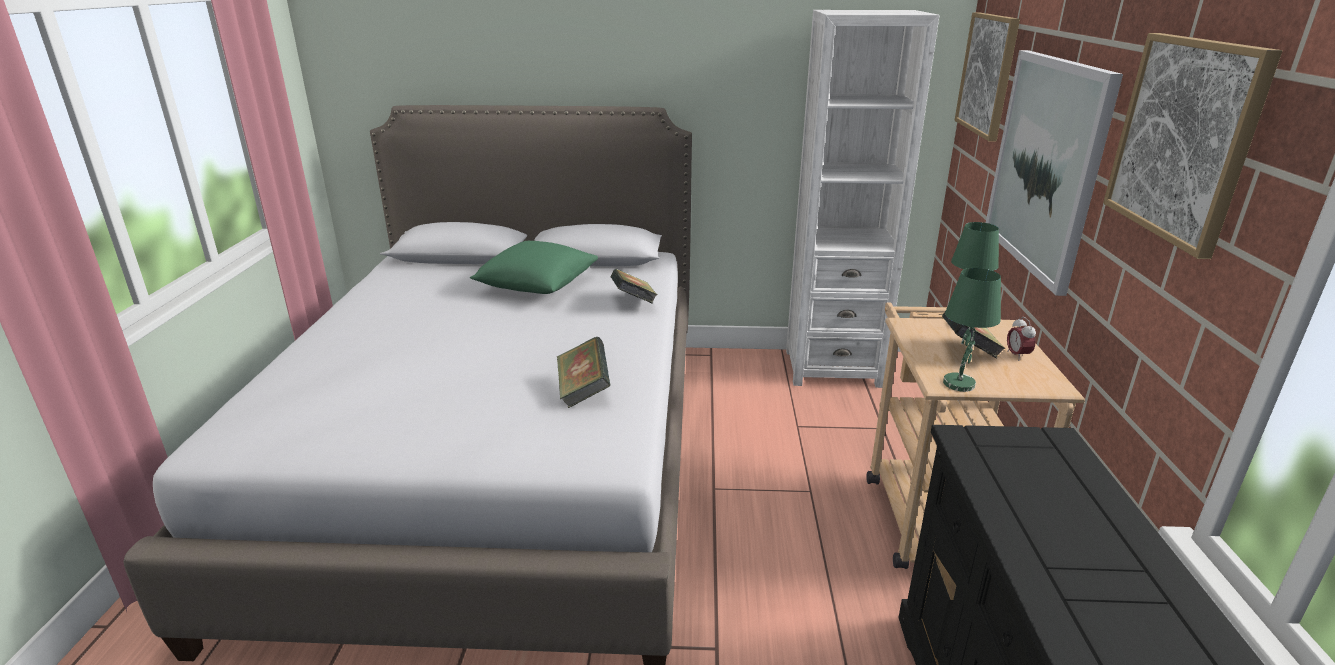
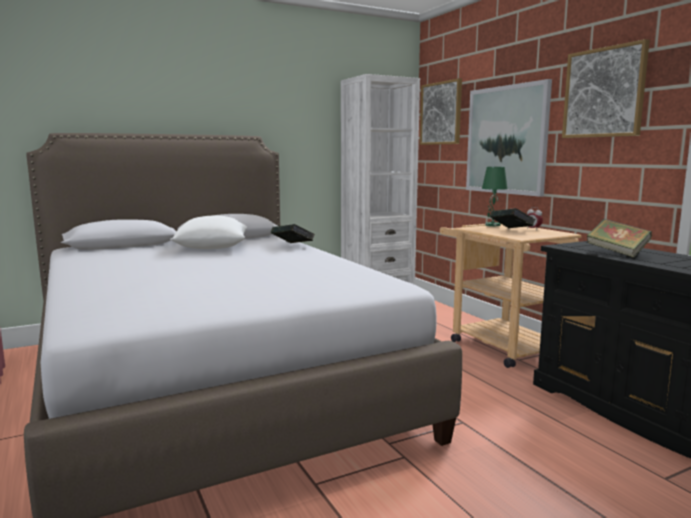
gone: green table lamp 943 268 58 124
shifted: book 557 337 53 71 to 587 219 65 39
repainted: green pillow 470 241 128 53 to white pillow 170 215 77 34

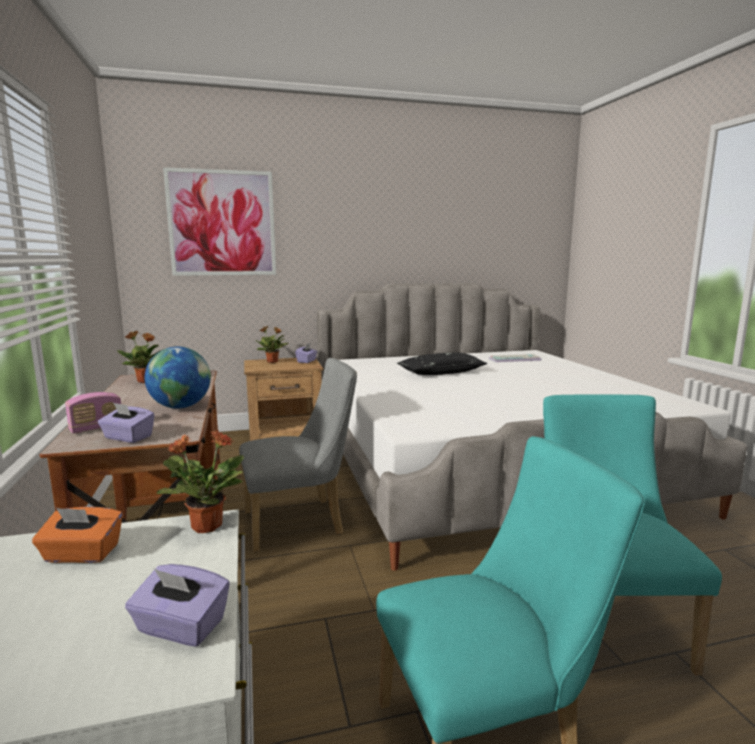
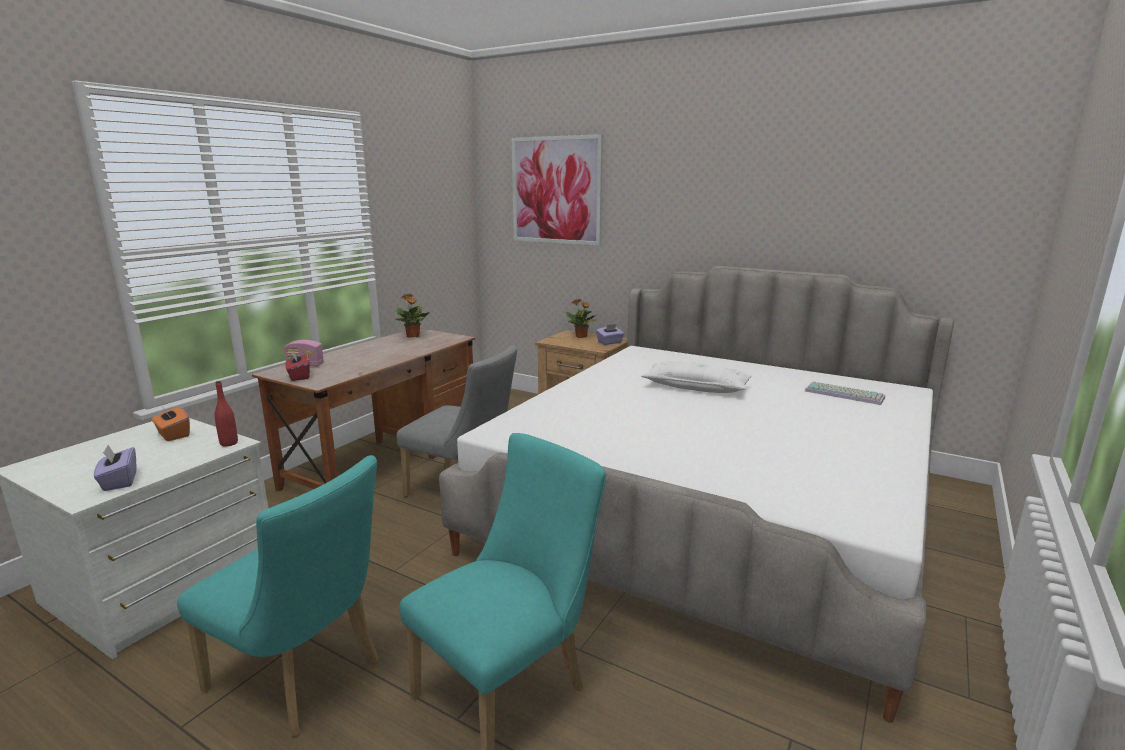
gone: globe 144 346 67 63
swapped: potted plant 156 431 88 102 to red bottle 215 381 23 66
repainted: purple tissue box 98 402 56 41 to red tissue box 285 351 25 30; black pillow 397 353 90 22 to white pillow 641 361 111 32

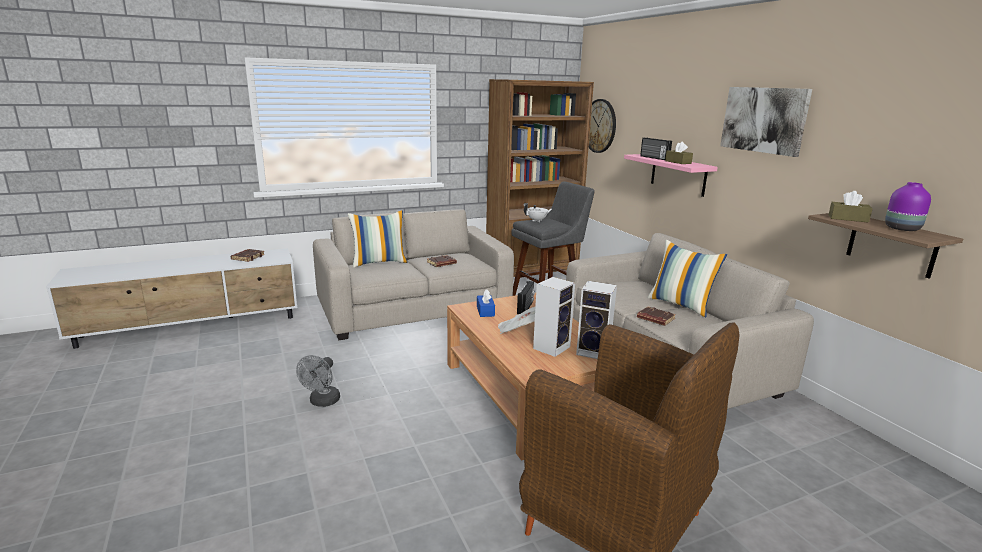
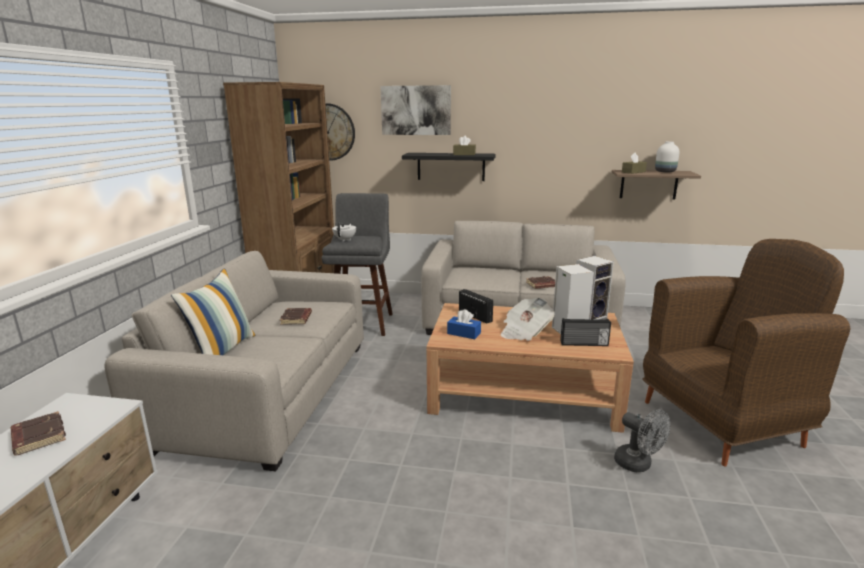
gone: pillow 648 240 79 77
shifted: picture 720 87 92 70 to 380 85 71 50; radio 640 138 32 22 to 560 318 51 28; grey fan 296 355 44 52 to 614 409 56 63
repainted: pink shelf 624 154 94 43 to black shelf 402 153 94 28; purple vase 885 182 46 49 to white vase 655 141 25 31

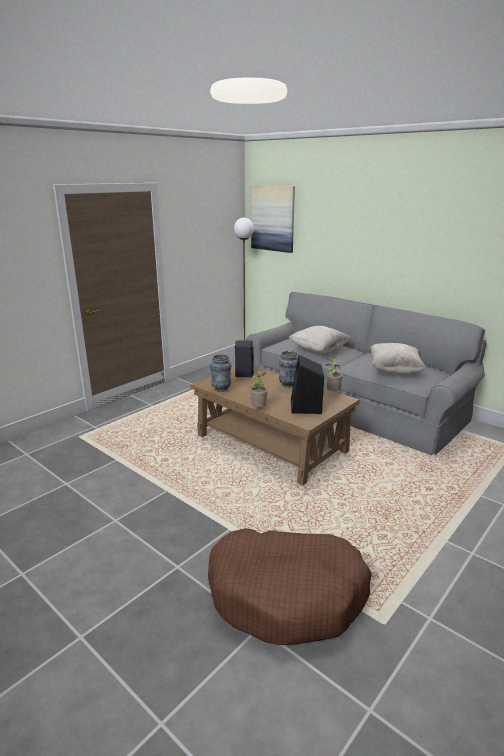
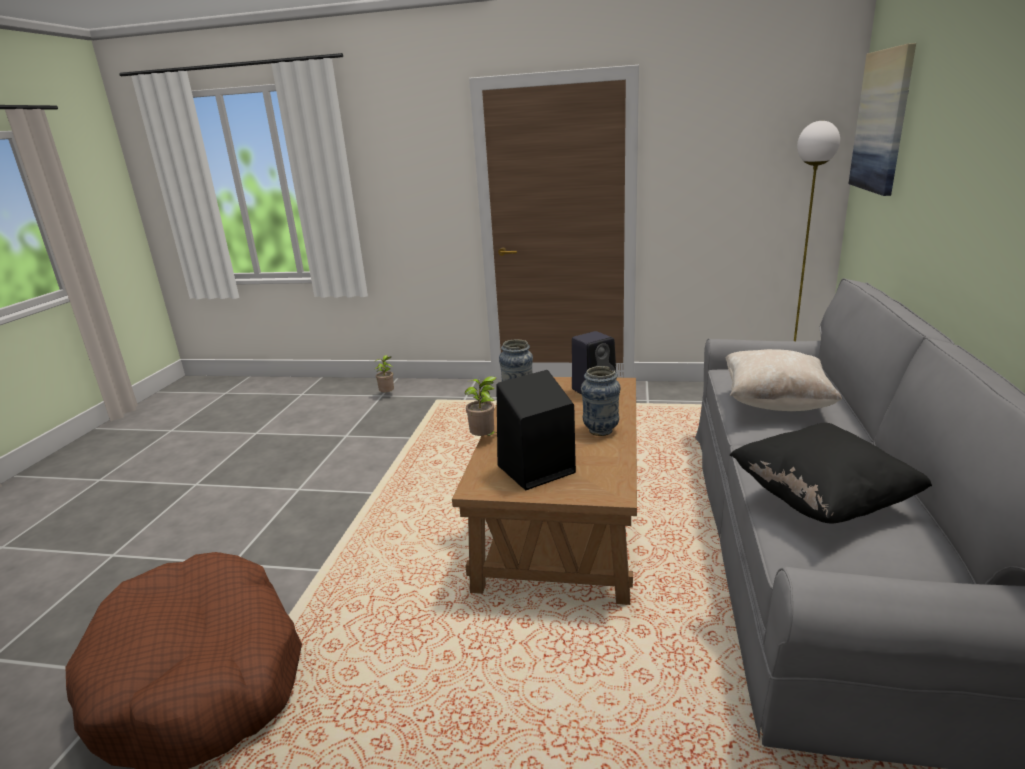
shifted: potted plant 326 358 17 33 to 374 355 20 37
repainted: beige pillow 370 343 56 31 to black pillow 730 423 202 100

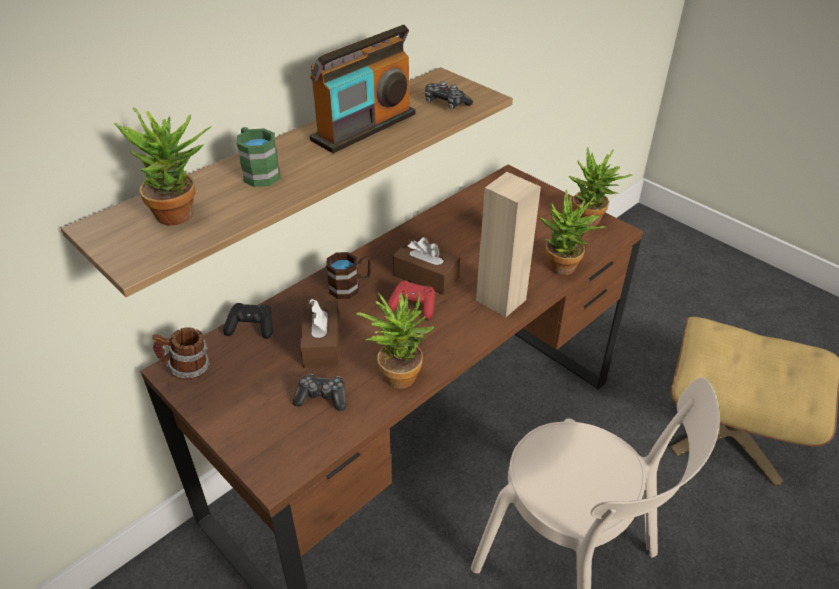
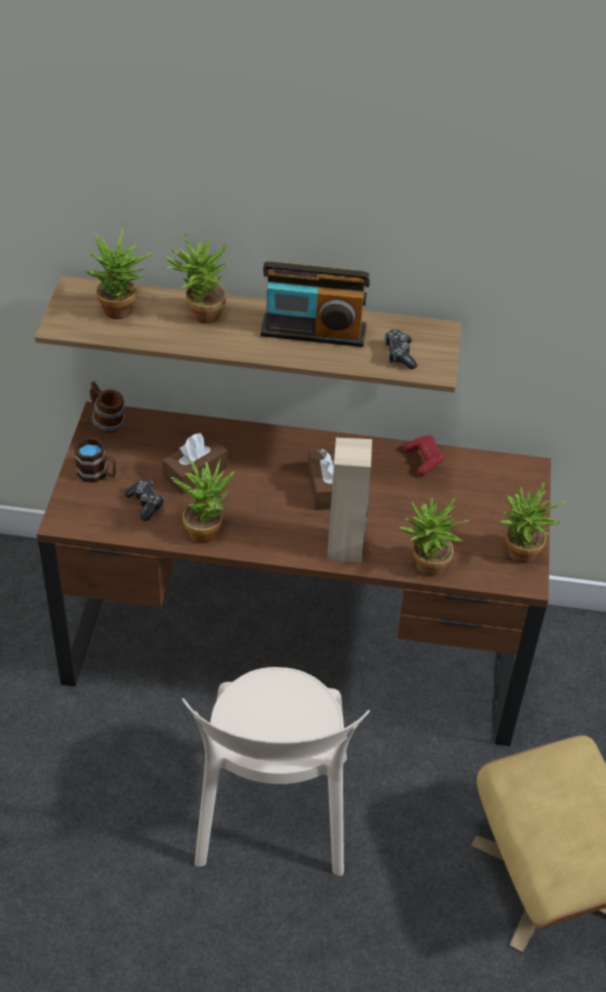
gone: black game controller 223 303 50 36
shifted: brown mug 326 252 45 47 to 74 437 42 46; red game controller 387 281 48 39 to 404 435 40 41
swapped: green mug 236 127 44 60 to potted plant 165 234 63 90

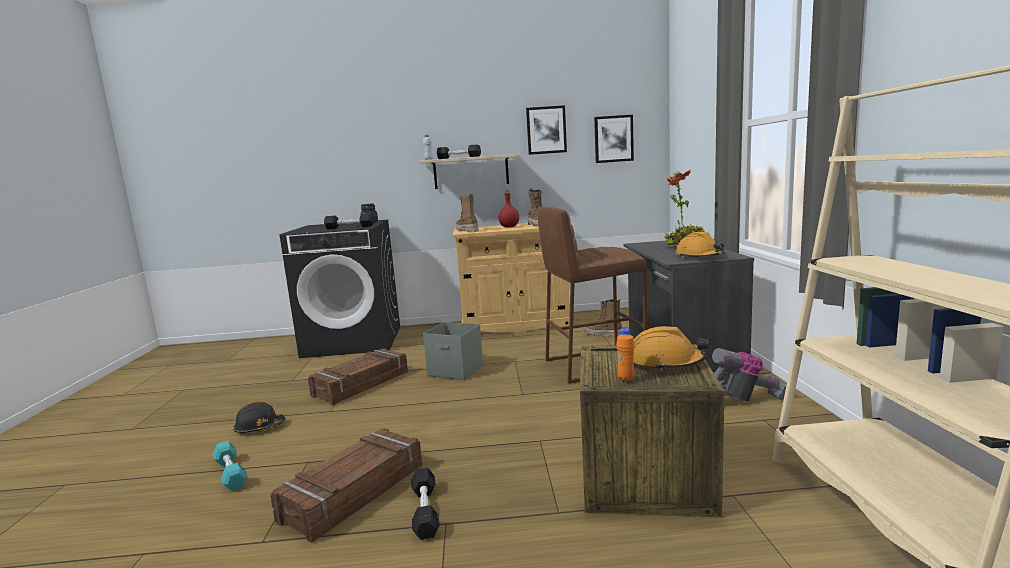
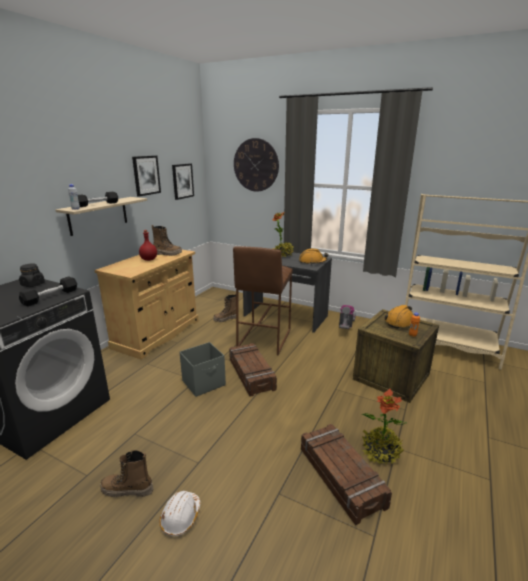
gone: turquoise dumbbell 213 441 35 50
new: wall clock 234 138 45 54
shifted: boot 456 194 23 38 to 100 450 53 47; crate 308 348 100 57 to 229 343 48 54
swapped: black dumbbell 411 467 29 73 to potted plant 362 389 45 75
repainted: black hard hat 233 402 52 31 to white hard hat 160 491 41 45

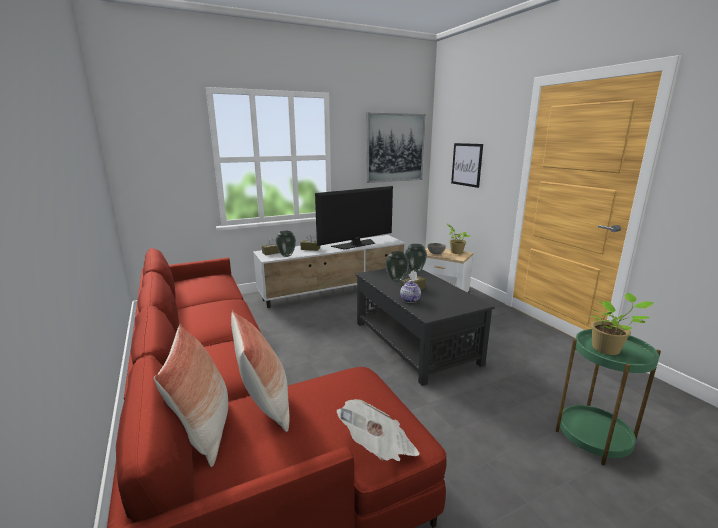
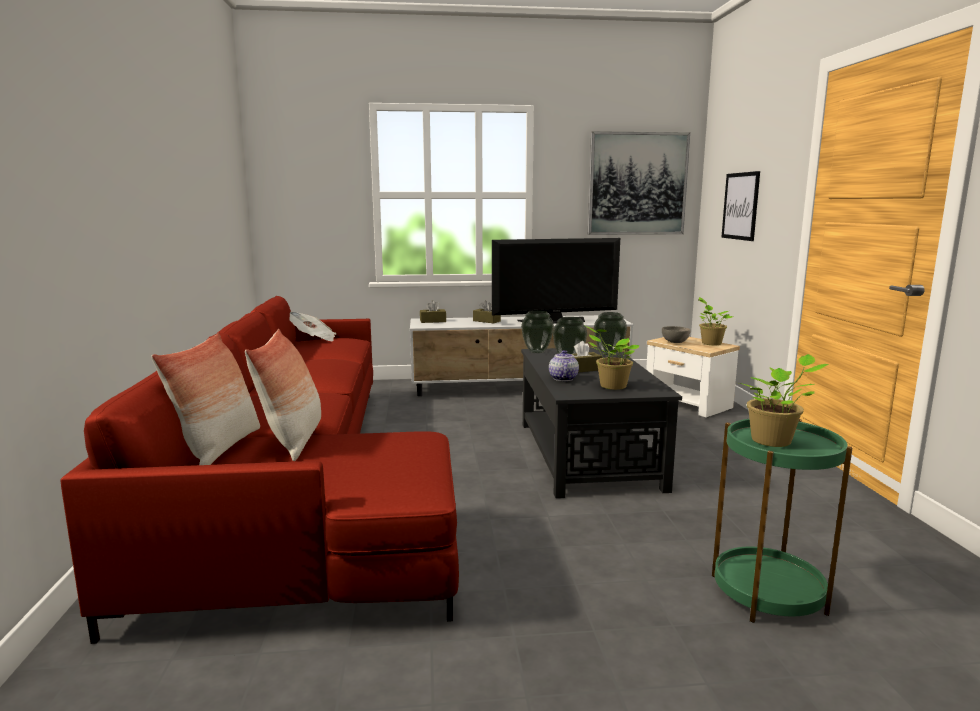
new: potted plant 585 326 55 64
shifted: newspaper 337 399 83 62 to 289 312 47 29; vase 276 231 20 26 to 521 311 33 42

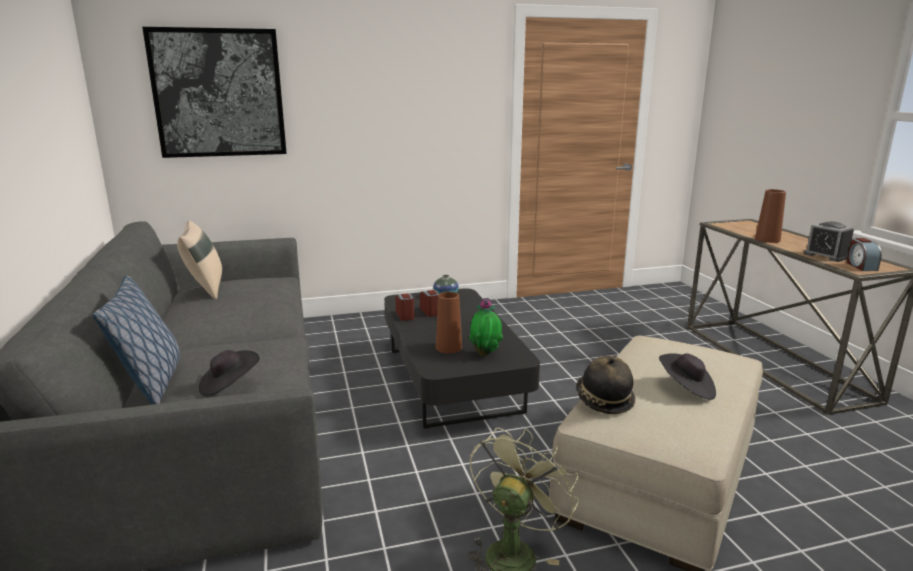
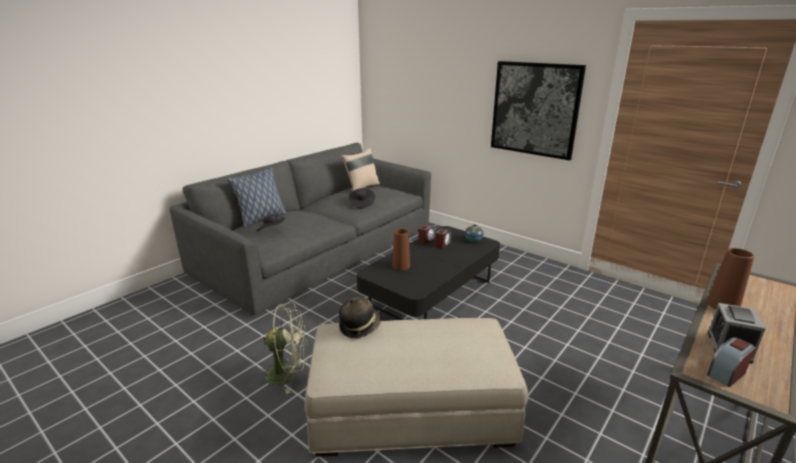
gone: potted plant 469 298 34 58
shifted: black hat 659 353 57 47 to 349 188 26 20; picture 142 27 145 131 to 491 61 95 100

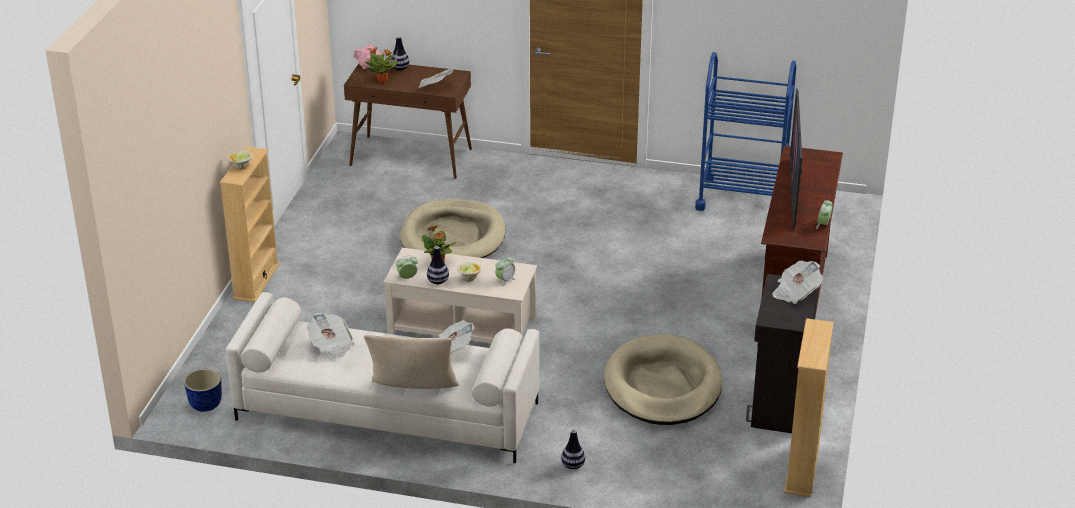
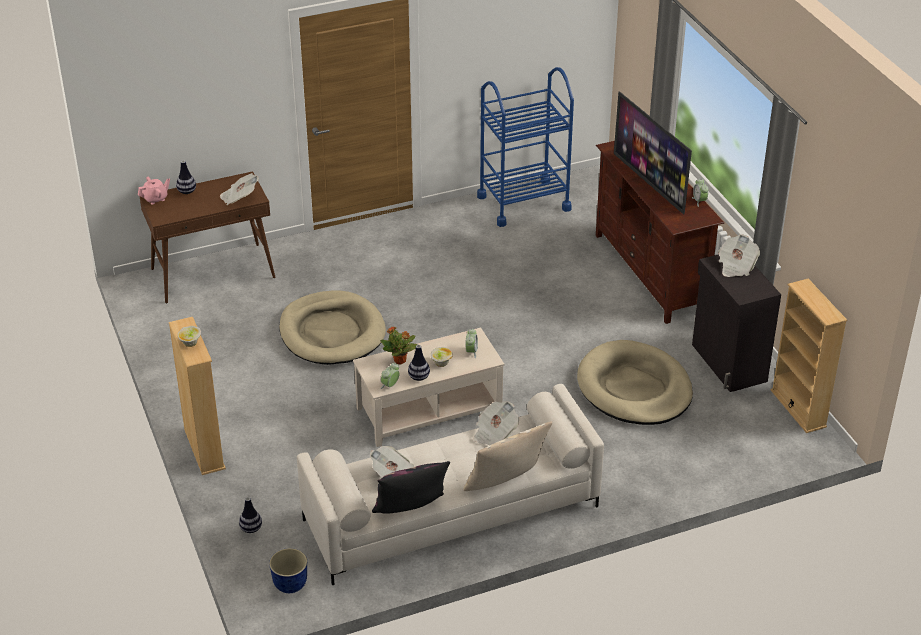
gone: potted plant 365 48 33 35
new: pillow 372 461 78 53
shifted: vase 561 429 24 40 to 239 497 23 36

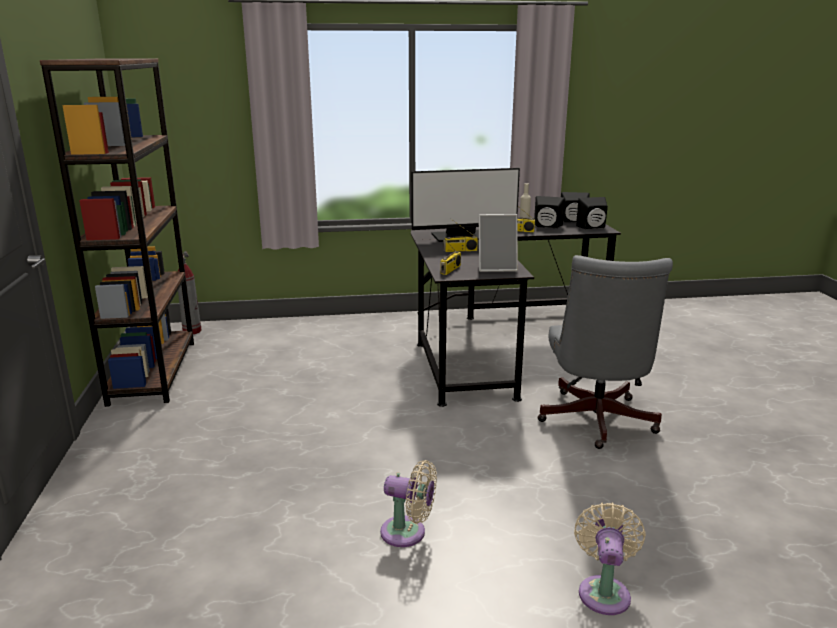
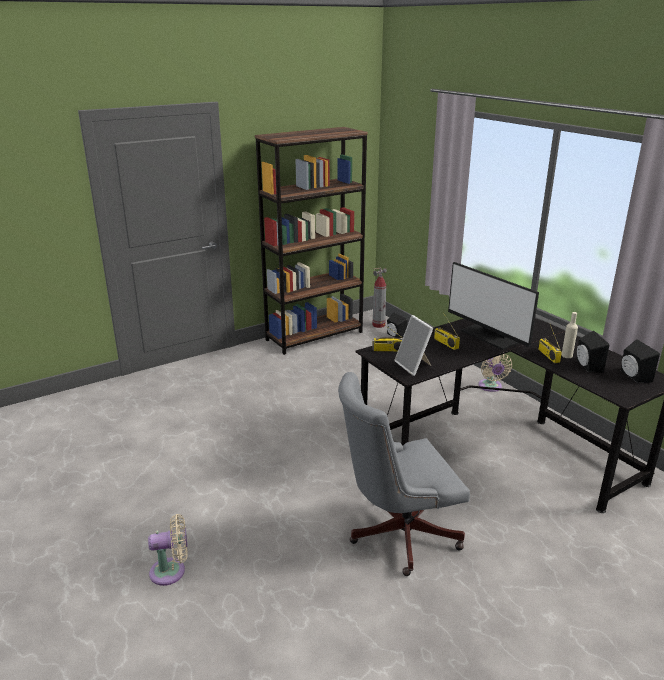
shifted: black speaker 576 197 32 32 to 387 313 20 25; beige fan 380 460 57 87 to 478 354 34 38

